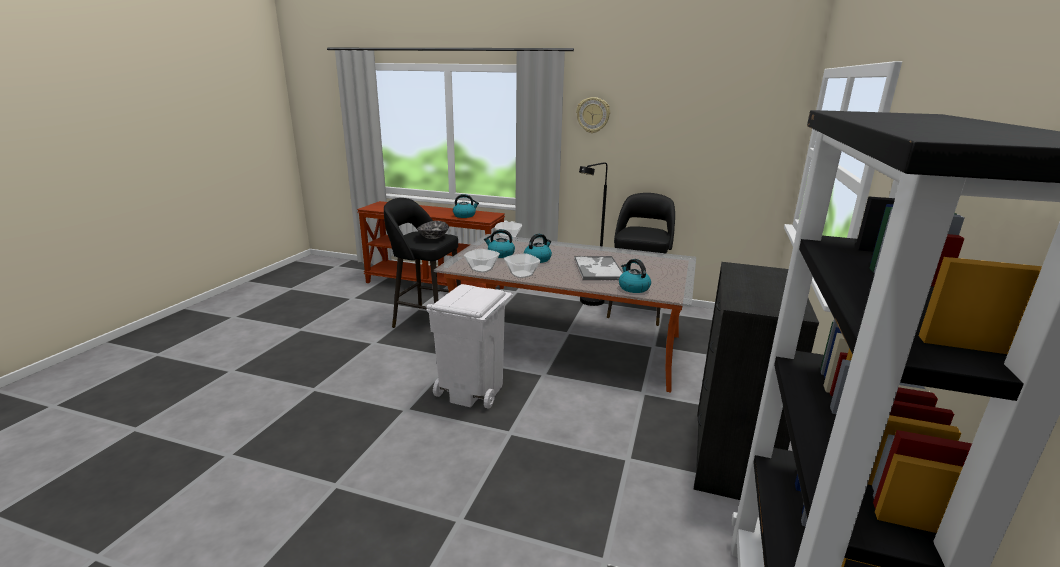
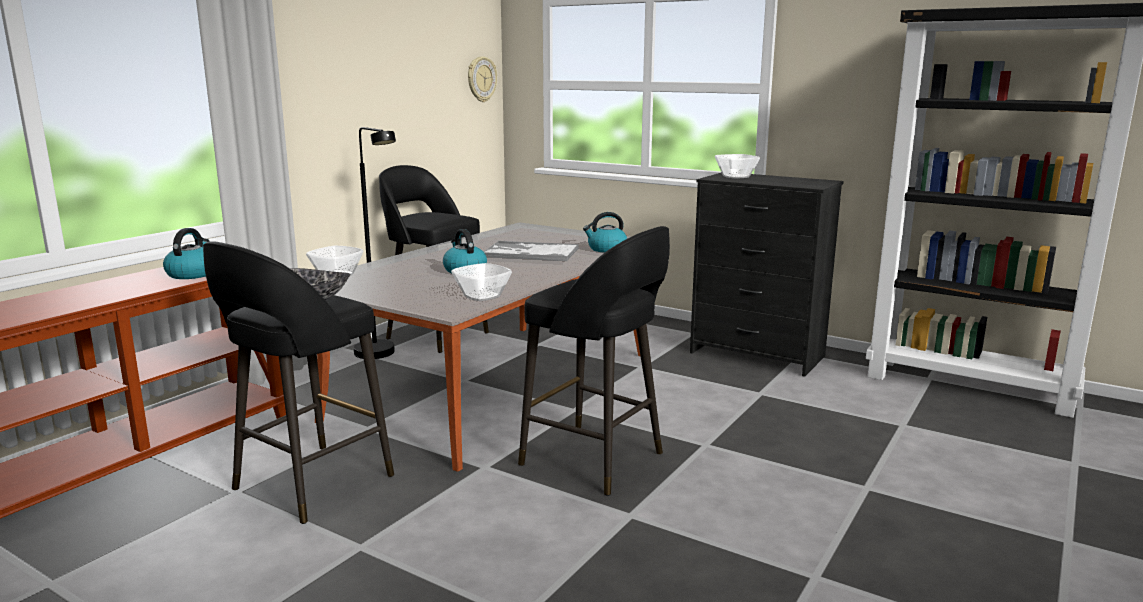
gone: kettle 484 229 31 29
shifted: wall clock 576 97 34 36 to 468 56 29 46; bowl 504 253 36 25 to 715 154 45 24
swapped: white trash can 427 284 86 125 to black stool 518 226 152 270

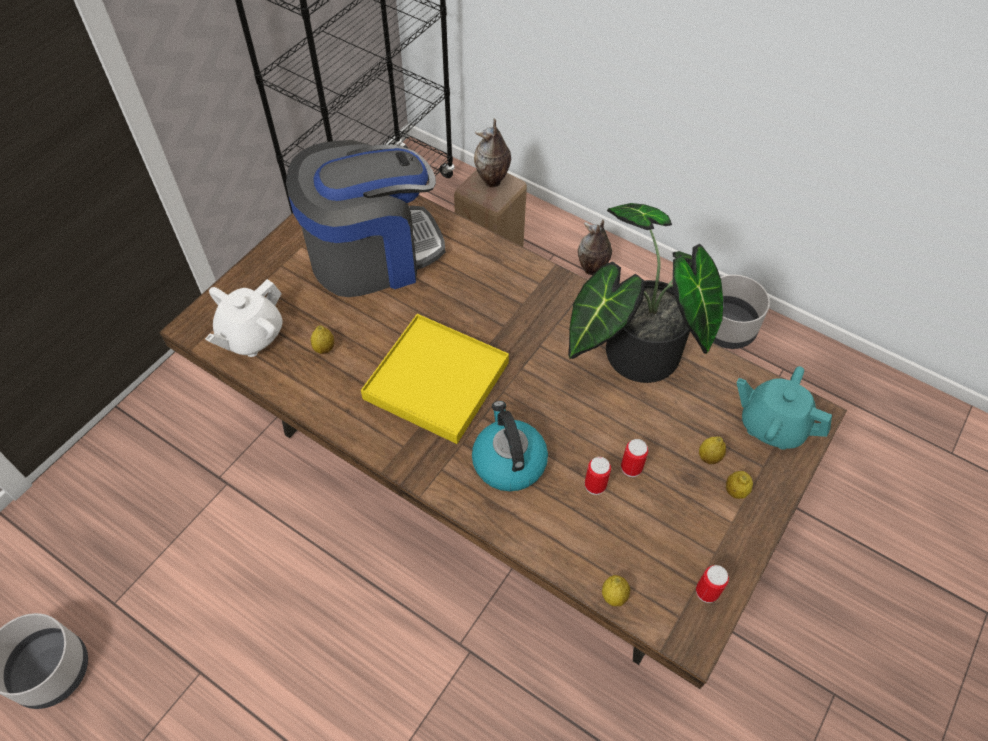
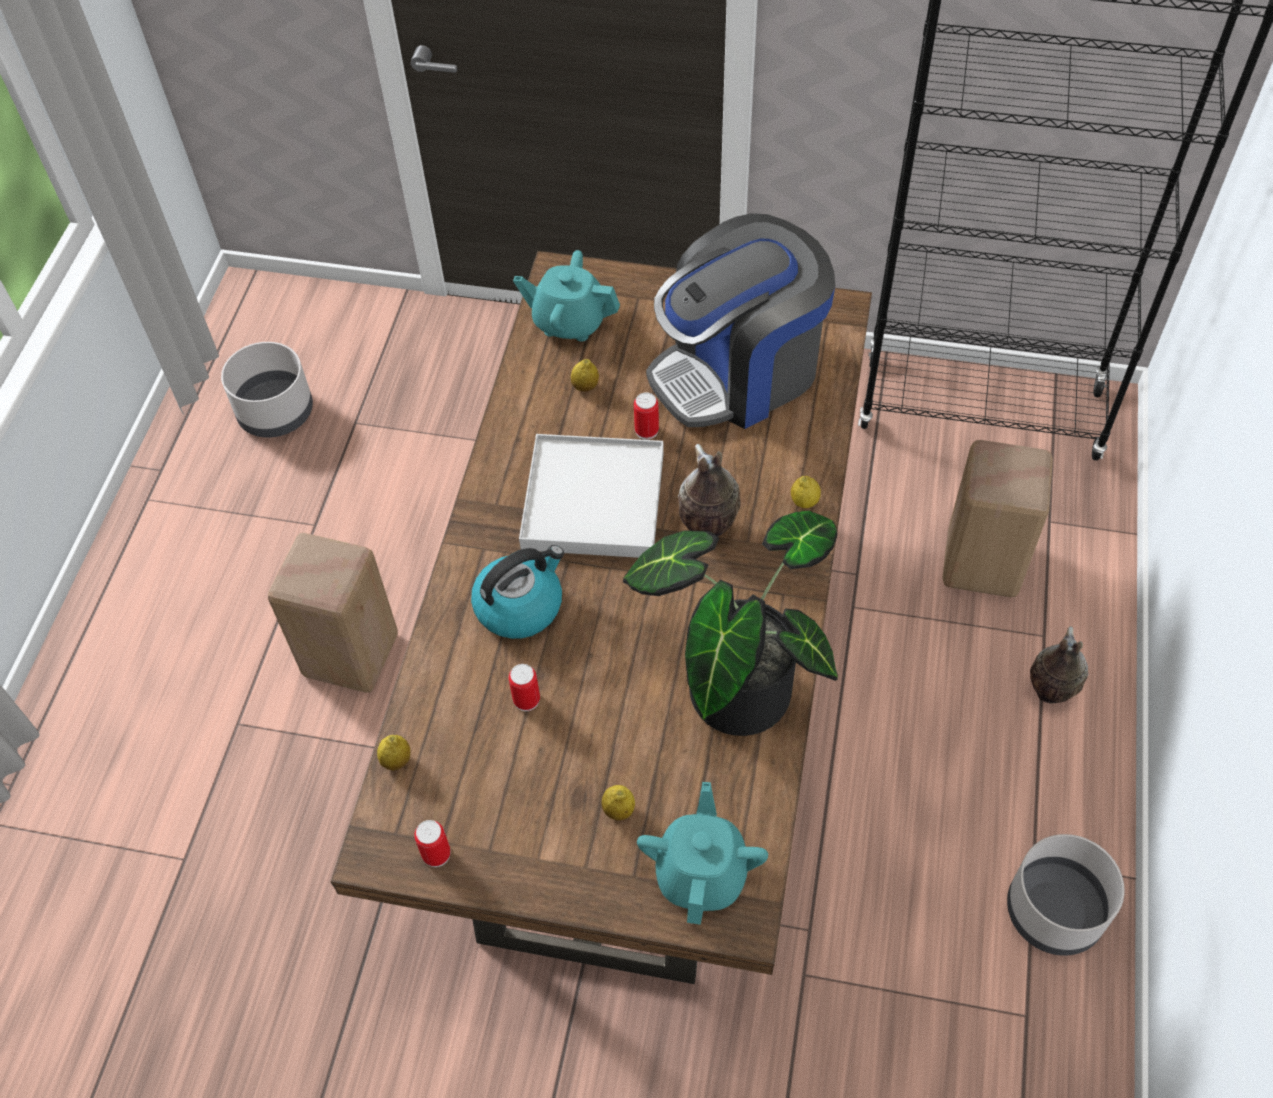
new: beige stool 268 533 130 160
shifted: can 621 439 27 38 to 634 392 25 48; vase 474 118 37 69 to 678 444 63 93; lemon 726 471 27 28 to 791 476 30 32
repainted: white teapot 205 279 77 78 to turquoise teapot 513 250 107 92; yellow tray 361 314 148 130 to white tray 519 434 145 124
rotated: coffee machine 286 140 159 157 = 646 213 189 216 105 degrees clockwise

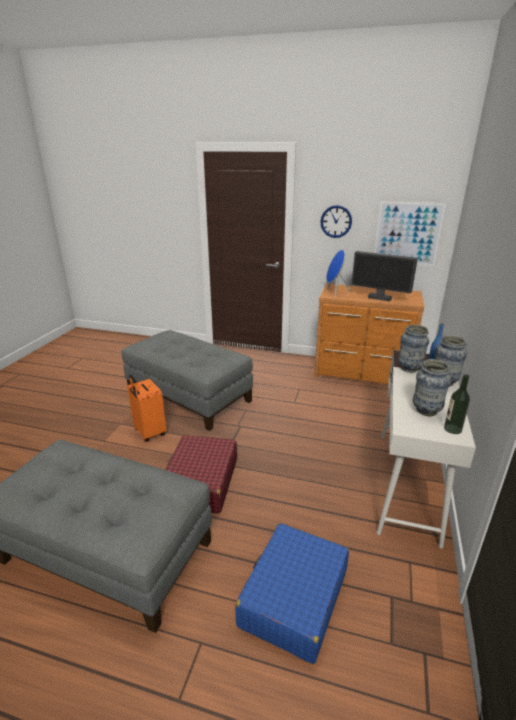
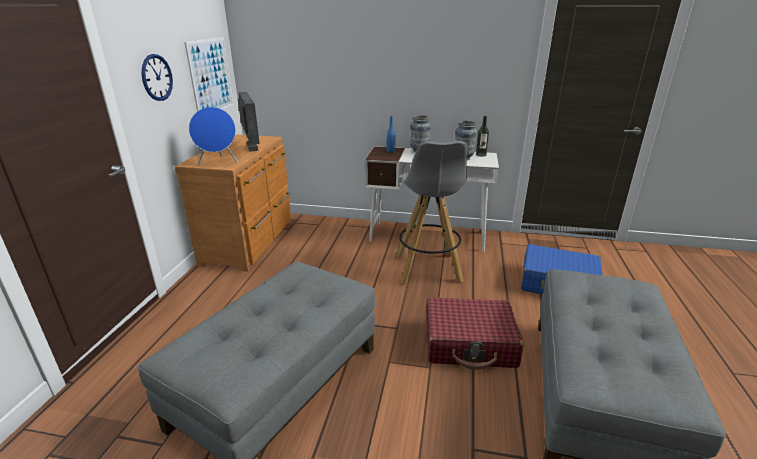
gone: orange suitcase 127 375 39 67; vase 398 325 31 48
new: grey stool 396 141 71 143
rotated: monitor 351 251 67 50 = 238 92 22 60 45 degrees counterclockwise

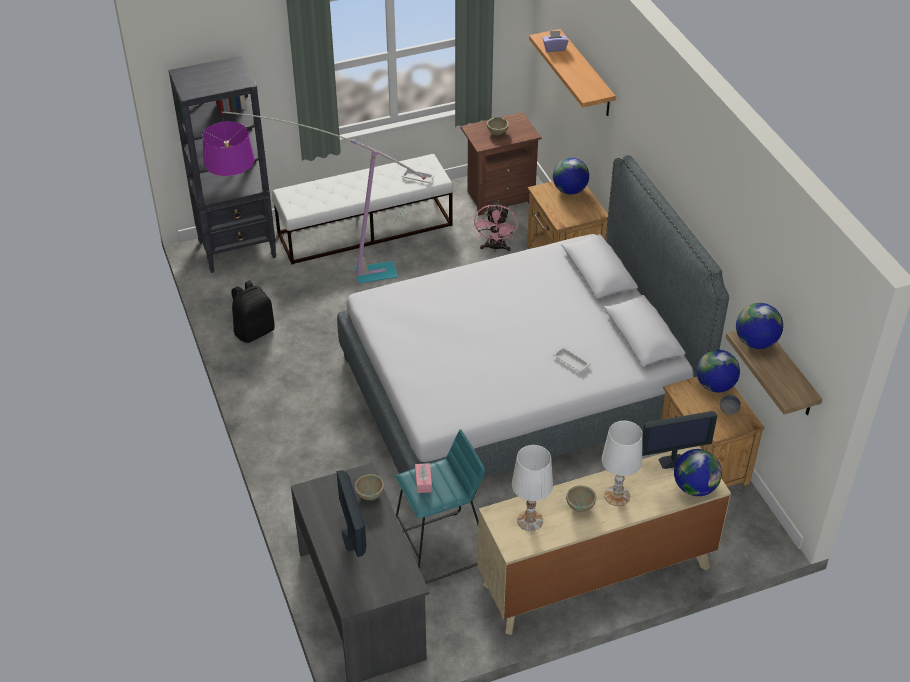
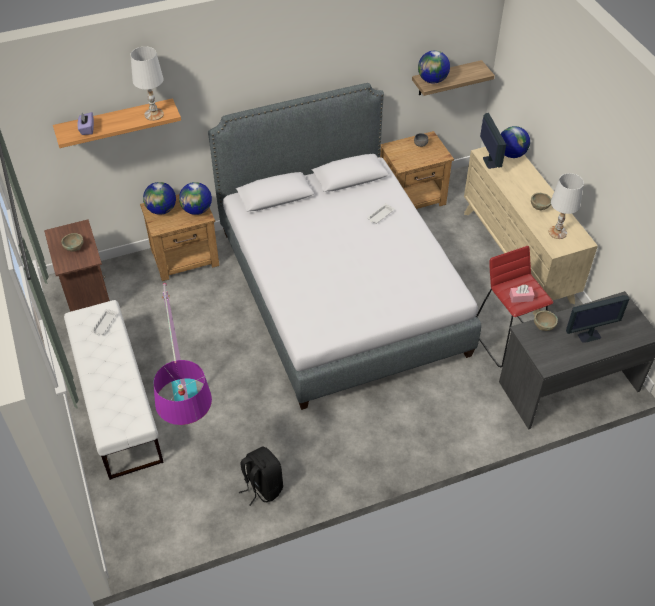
gone: black bookcase 168 56 109 217; pink fan 473 200 45 51
shifted: white table lamp 602 421 40 85 to 131 46 33 75; globe 697 350 43 43 to 179 182 33 33
repainted: turquoise stool 396 429 89 154 to red stool 476 246 77 121

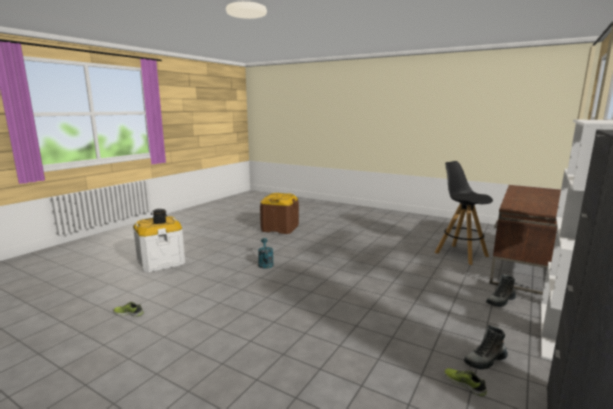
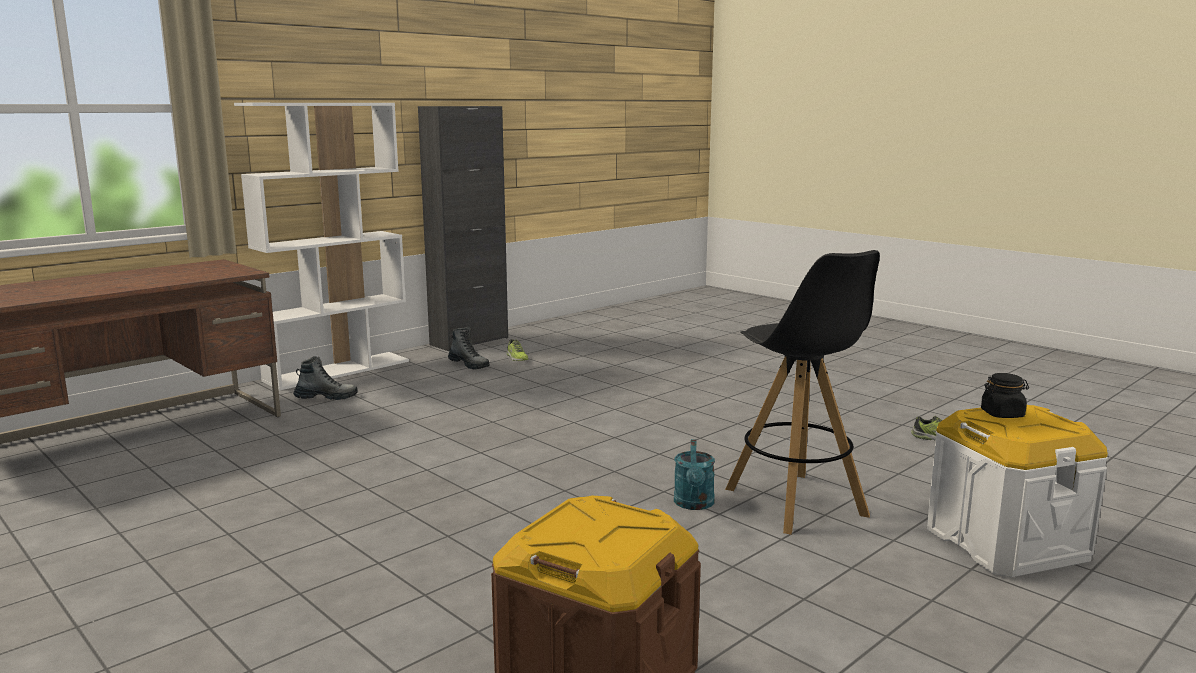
shifted: black stool 435 161 58 104 to 725 250 155 285
rotated: boot 464 325 44 44 = 448 327 42 42 45 degrees clockwise

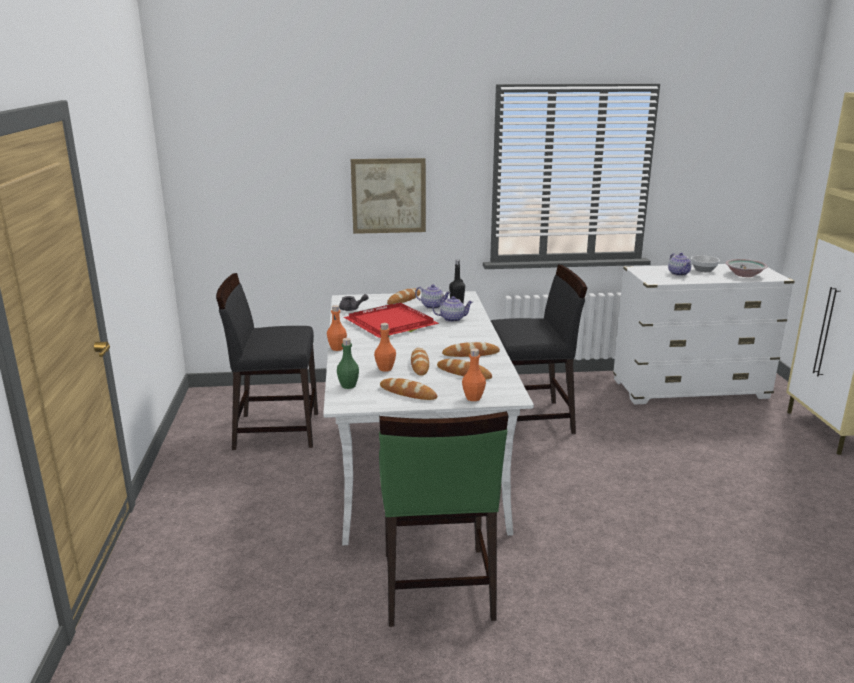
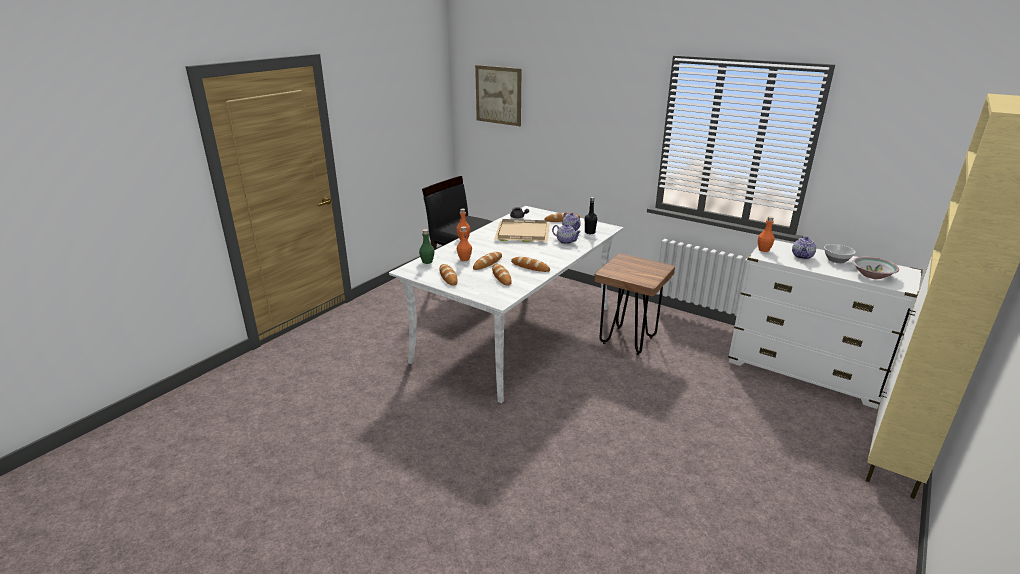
gone: green chair 379 411 130 216
shifted: picture 351 158 75 76 to 475 65 46 61; orange bottle 462 348 24 53 to 758 216 17 36
swapped: black chair 491 264 96 170 to brown stool 594 253 81 102
repainted: red tray 344 302 95 36 to beige tray 494 219 56 23

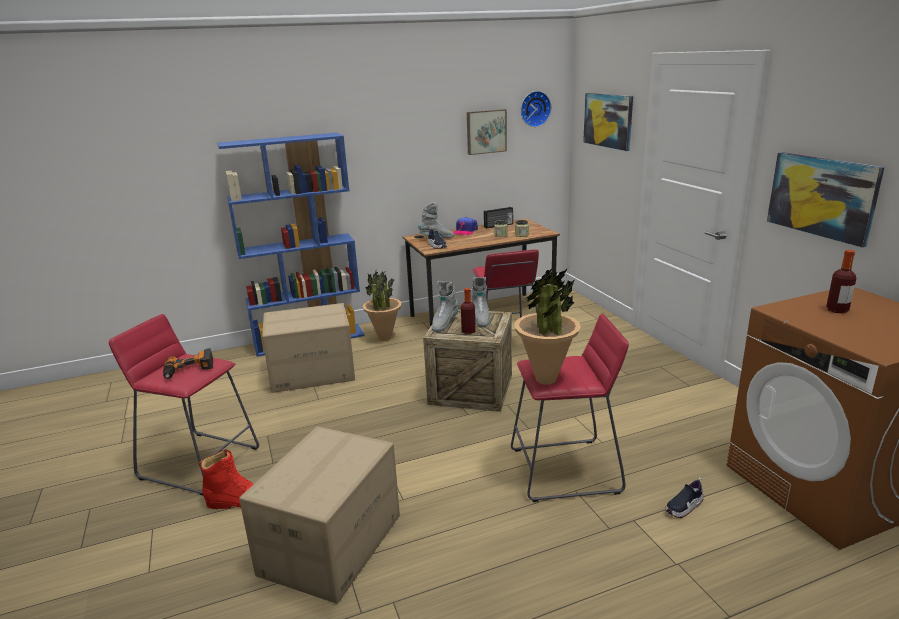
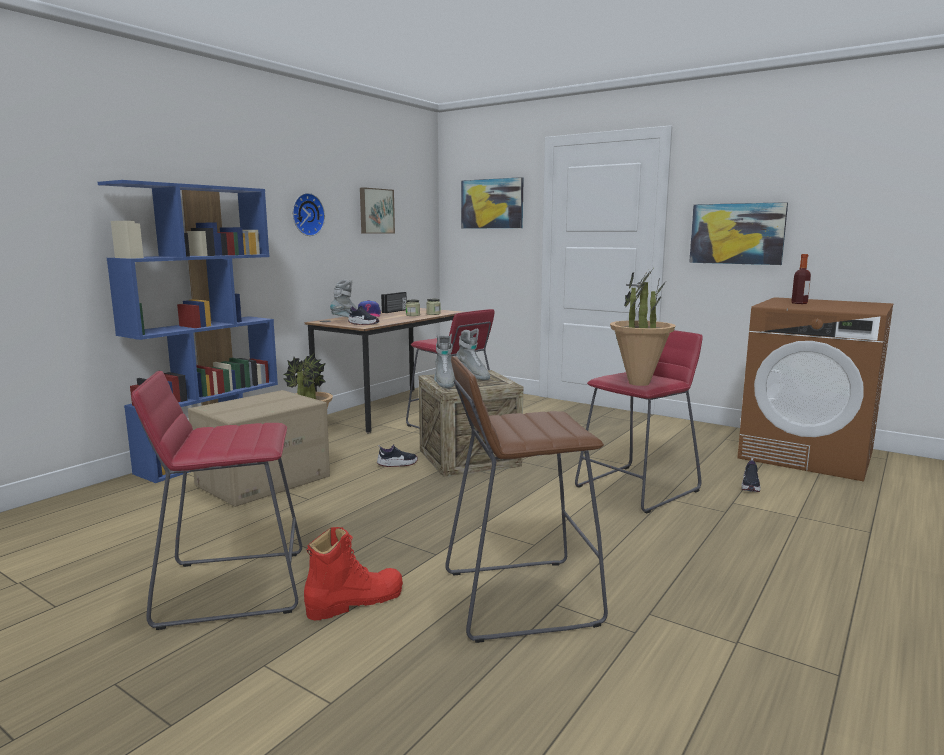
gone: power drill 163 348 50 31; bottle 461 288 15 46
new: shoe 377 444 41 23
shifted: wall clock 521 91 30 36 to 292 193 33 43
swapped: cardboard box 239 426 161 178 to brown stool 445 356 163 287

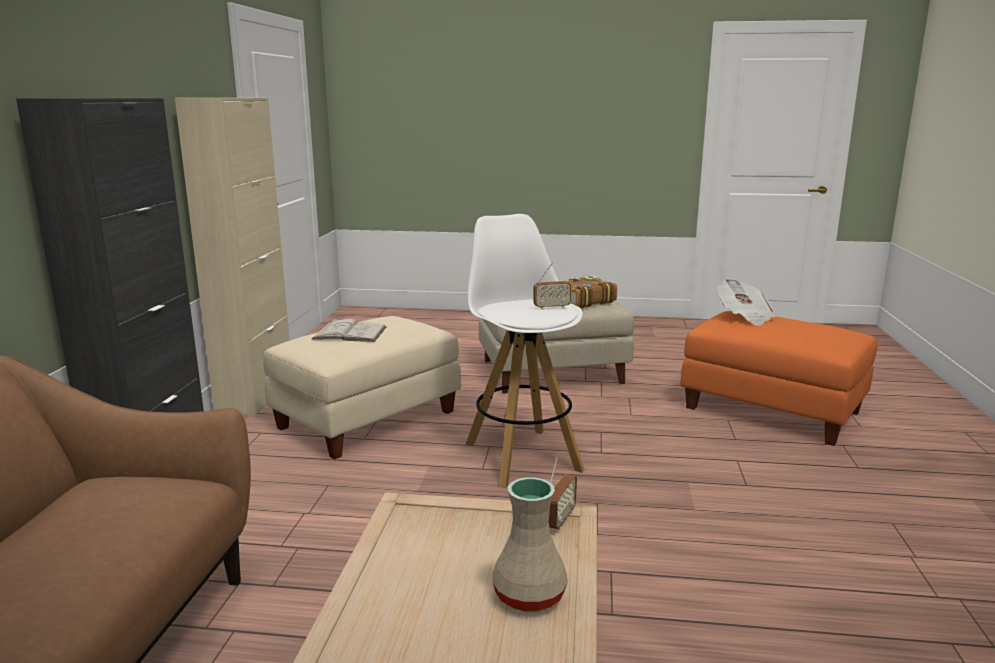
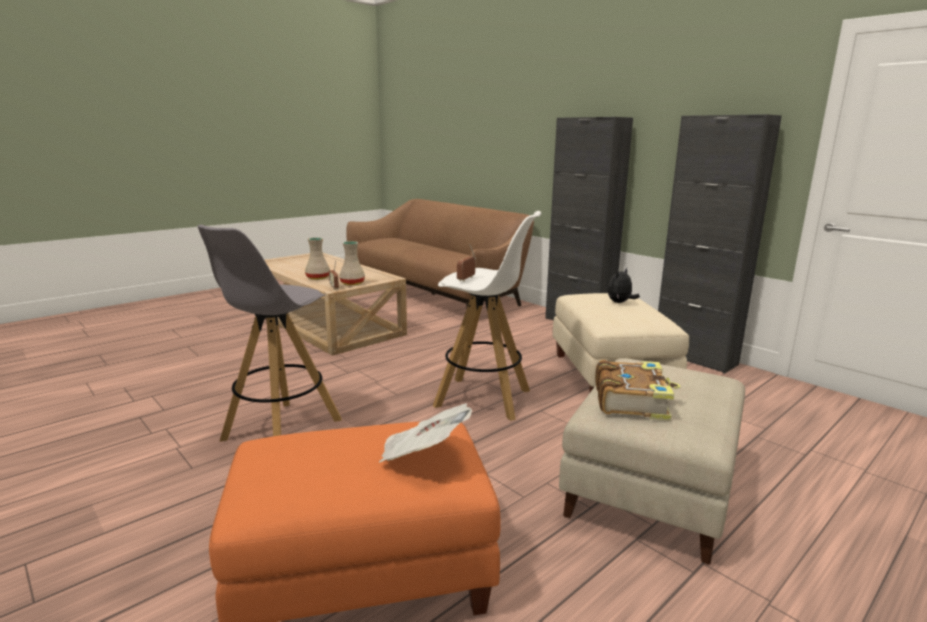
new: grey stool 198 224 144 218; beige vase 339 241 26 44
swapped: white book 311 319 76 23 to plush toy 608 267 32 36
repainted: beige cabinet 175 98 115 319 to black cabinet 658 114 124 260

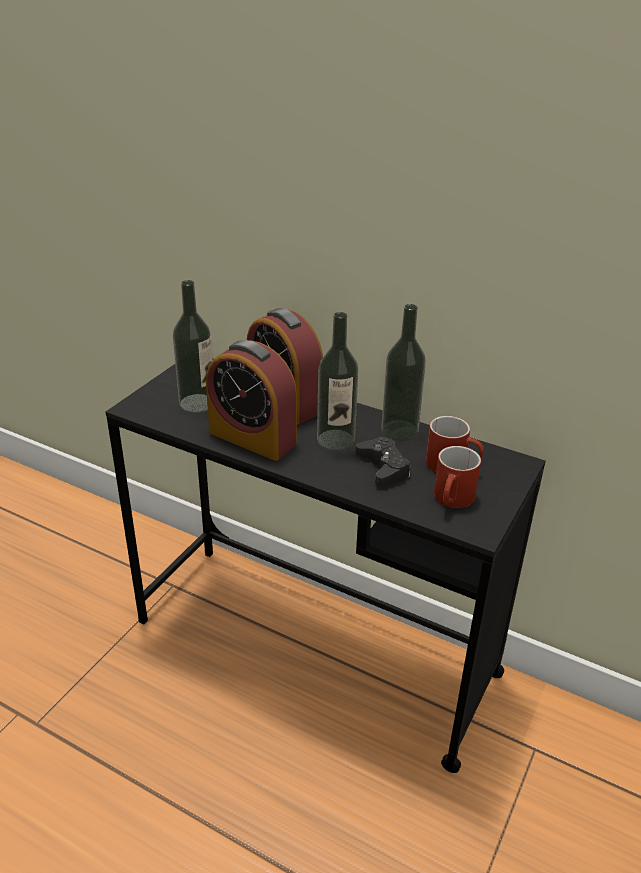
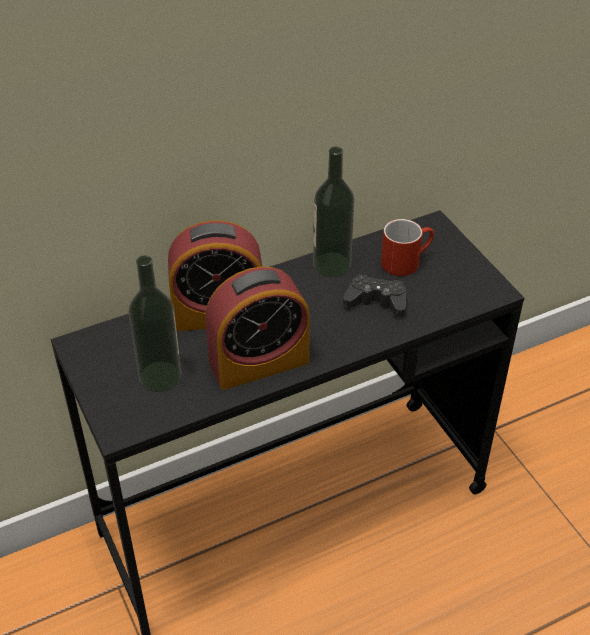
gone: bottle 317 312 42 139; red mug 434 446 47 62

